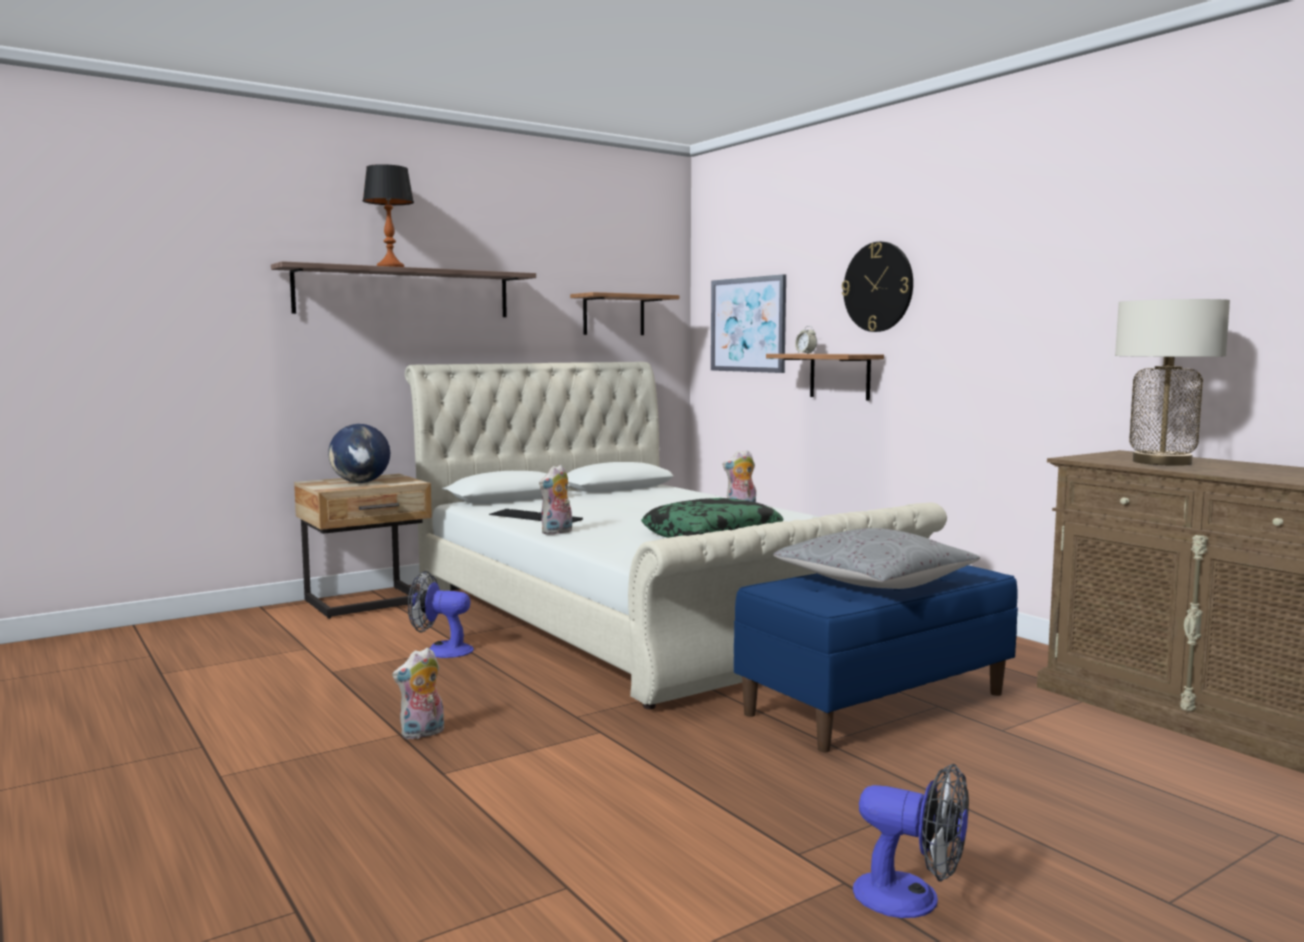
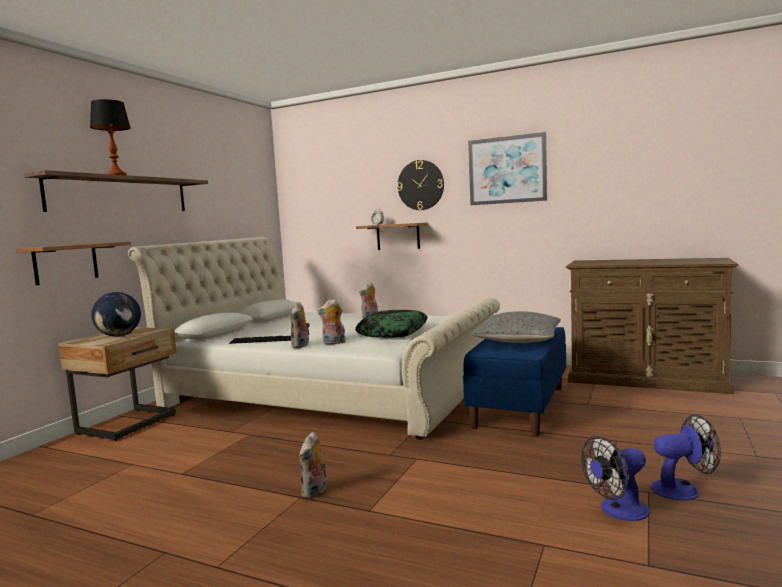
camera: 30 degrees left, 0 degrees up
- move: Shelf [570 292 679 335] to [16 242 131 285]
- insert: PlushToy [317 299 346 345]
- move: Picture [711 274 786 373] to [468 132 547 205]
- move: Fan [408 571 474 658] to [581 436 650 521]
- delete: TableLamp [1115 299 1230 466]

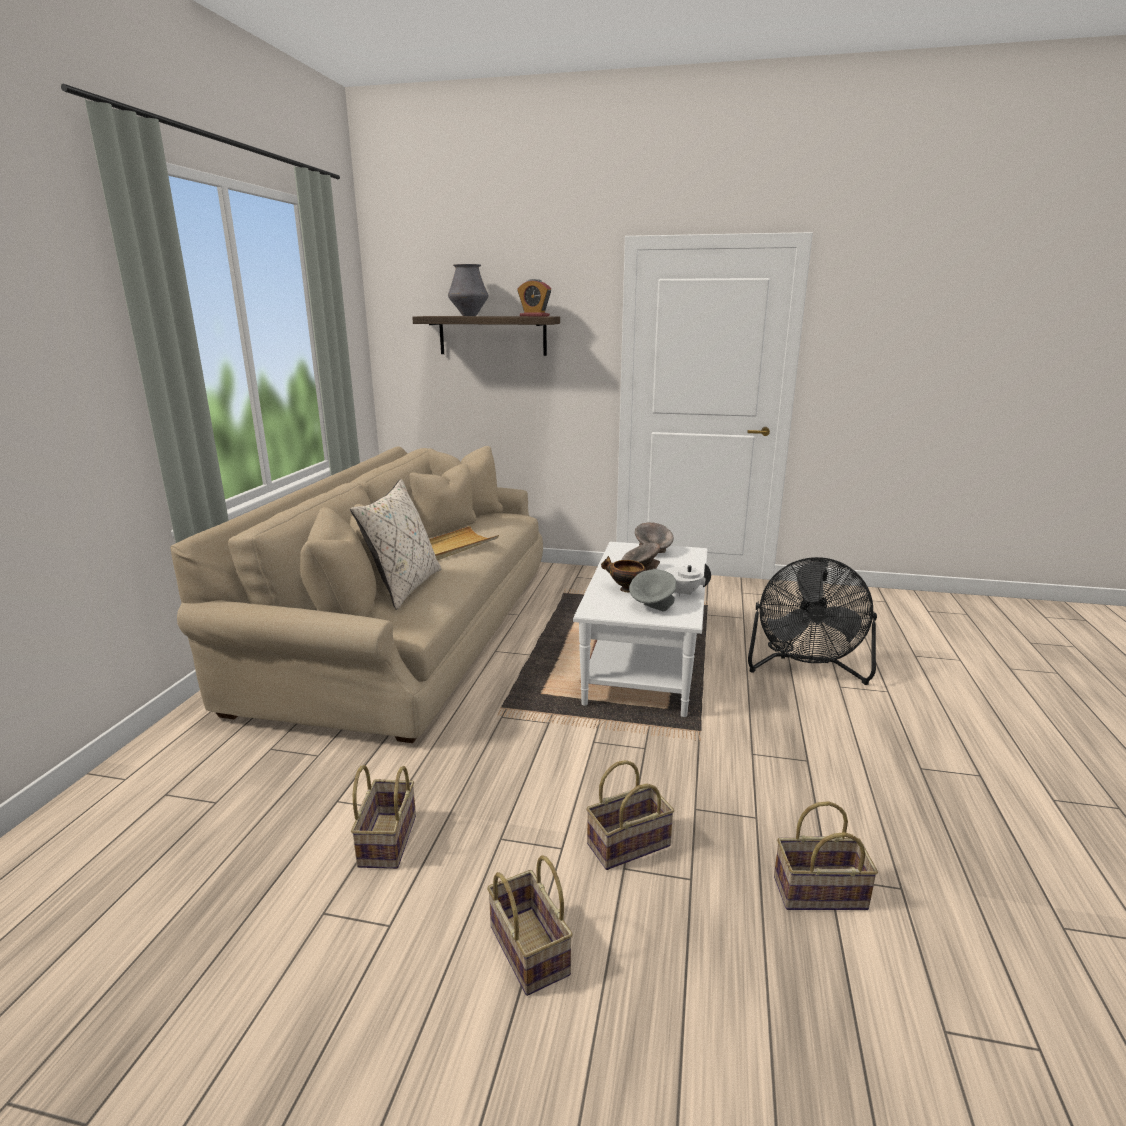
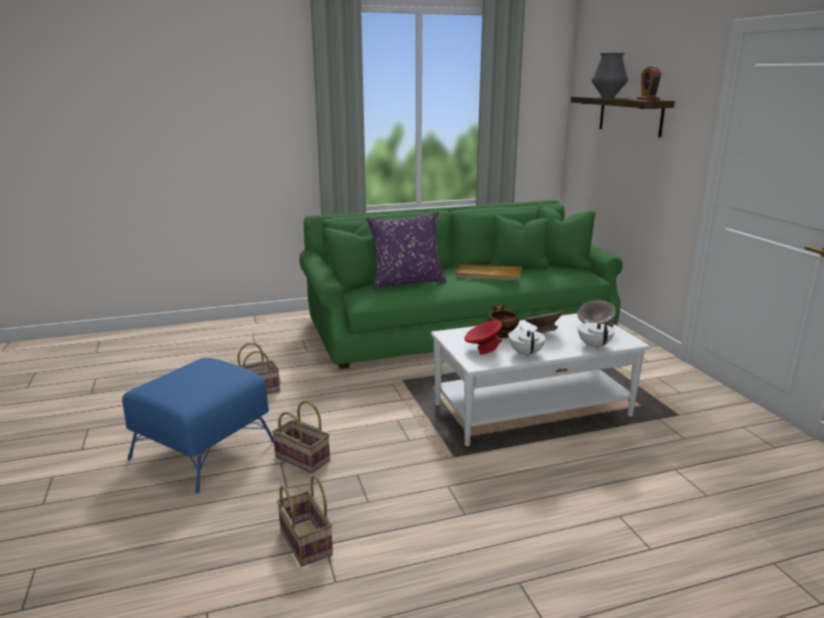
camera: 60 degrees right, 0 degrees up
- replace: Basket [487 855 573 996] to BlueOttoman [122 358 274 493]
- recolor: BeigeSofa [170 446 543 743] to GreenSofa [299 200 623 369]
- recolor: BeigePillow [350 479 441 610] to PurplePillow [366 211 446 289]
- recolor: GreyBowl [629 569 677 611] to RedBowl [465 320 502 354]
- insert: WhiteTeapot [578 319 615 350]
- delete: BlackFan [748 557 877 685]

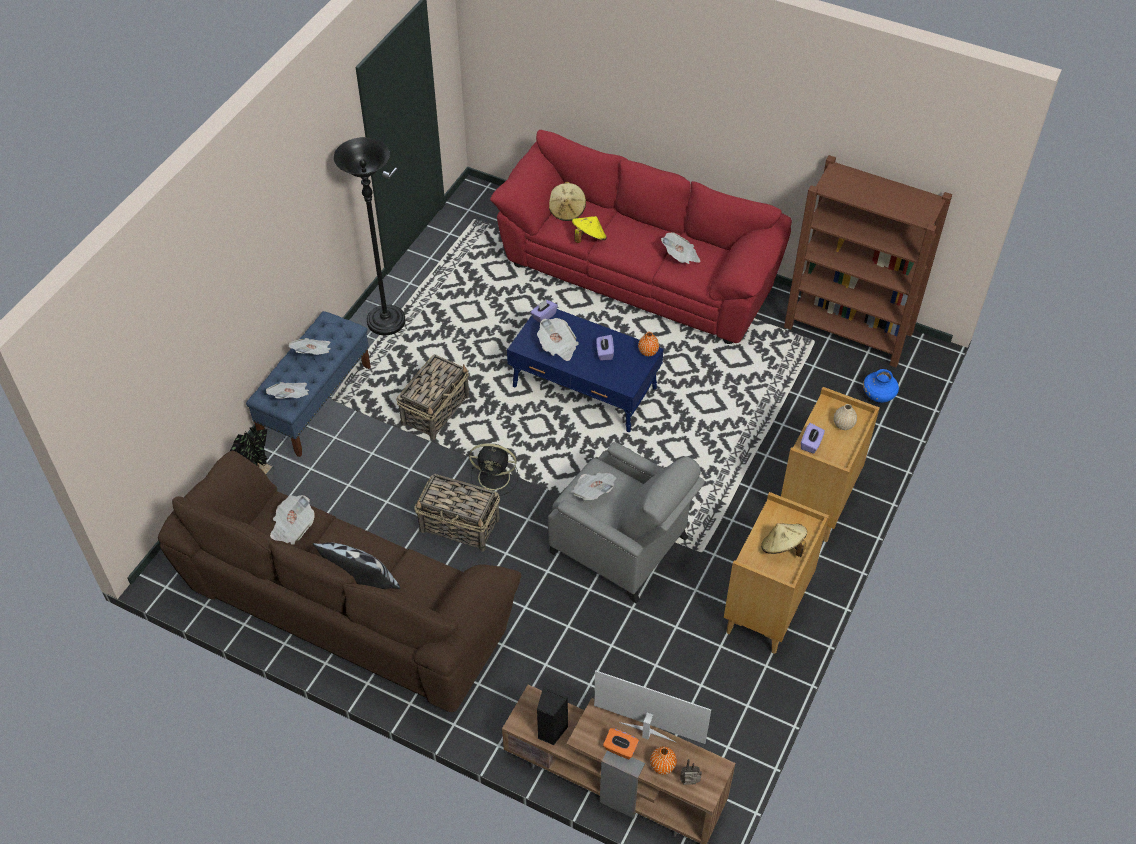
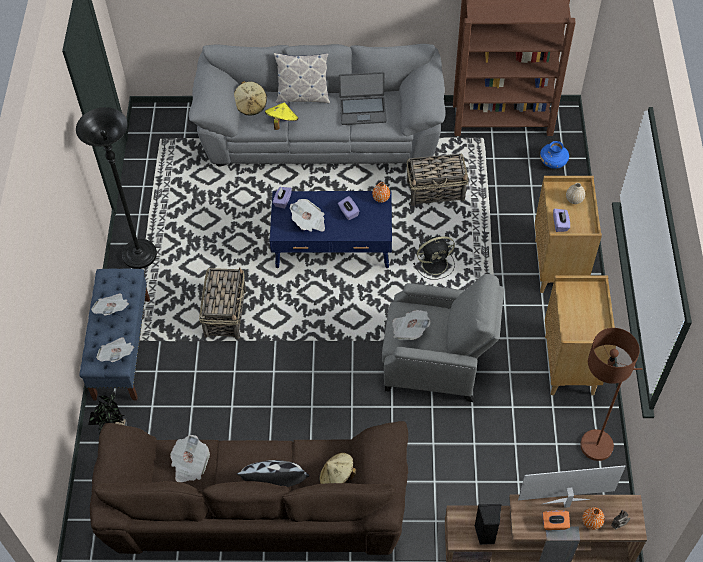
camera: 25 degrees left, 5 degrees up
- recolor: RedSofa [490 130 792 344] to GreySofa [189 44 446 167]
- insert: Pillow [274 53 330 103]
- move: BeigeHat [761 523 807 557] to [319 452 356 484]
- replace: Newspaper [661 232 701 264] to Laptop [339 72 387 125]
- move: Basket [414 474 500 552] to [407 153 469 206]
- move: BlackFan [469 444 518 496] to [413 236 455 279]
- insert: BrownFloorLamp [580 328 642 461]

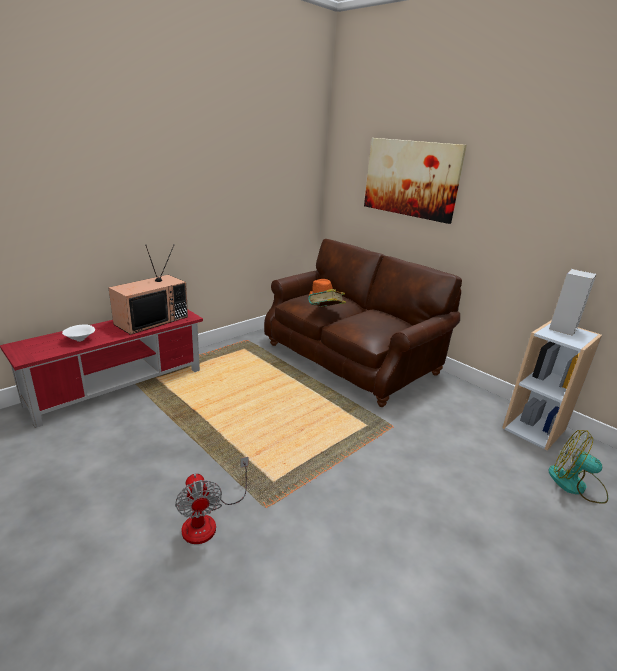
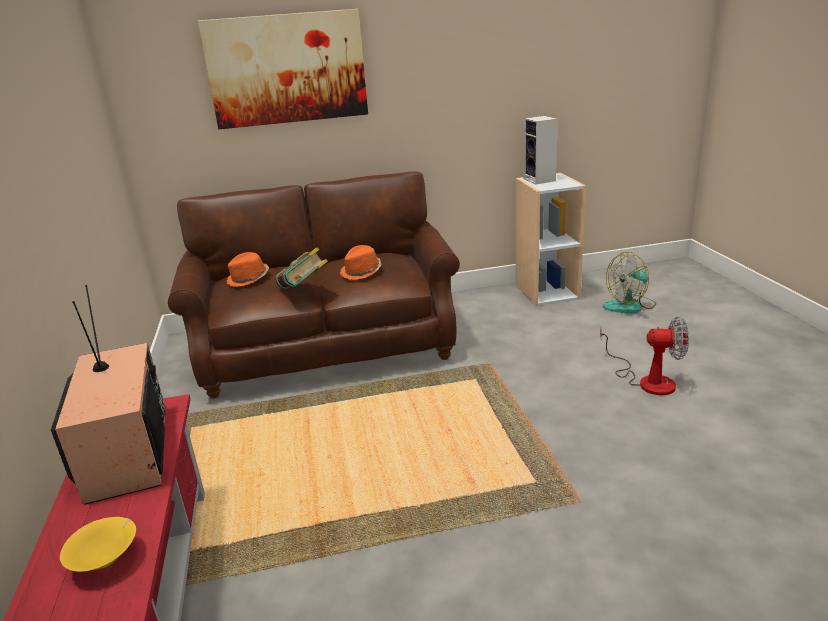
camera: 55 degrees left, 0 degrees up
- recolor: WhiteBowl [62 325 95 342] to YellowBowl [60 517 136 572]
- insert: OrangeHat [340 245 381 280]
- move: Fan [175 457 248 544] to [600 317 689 395]

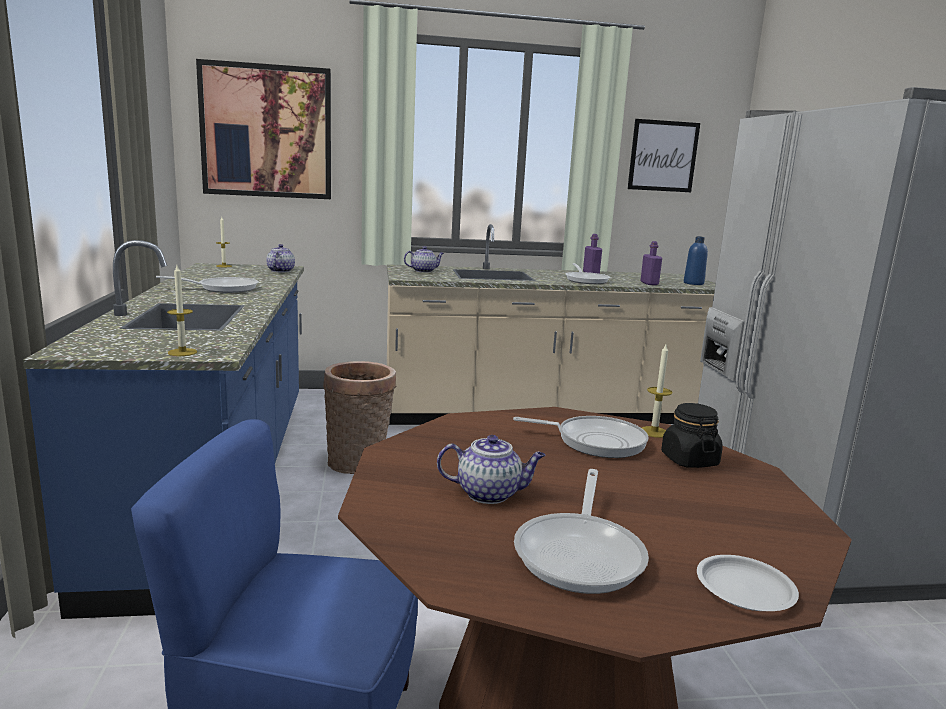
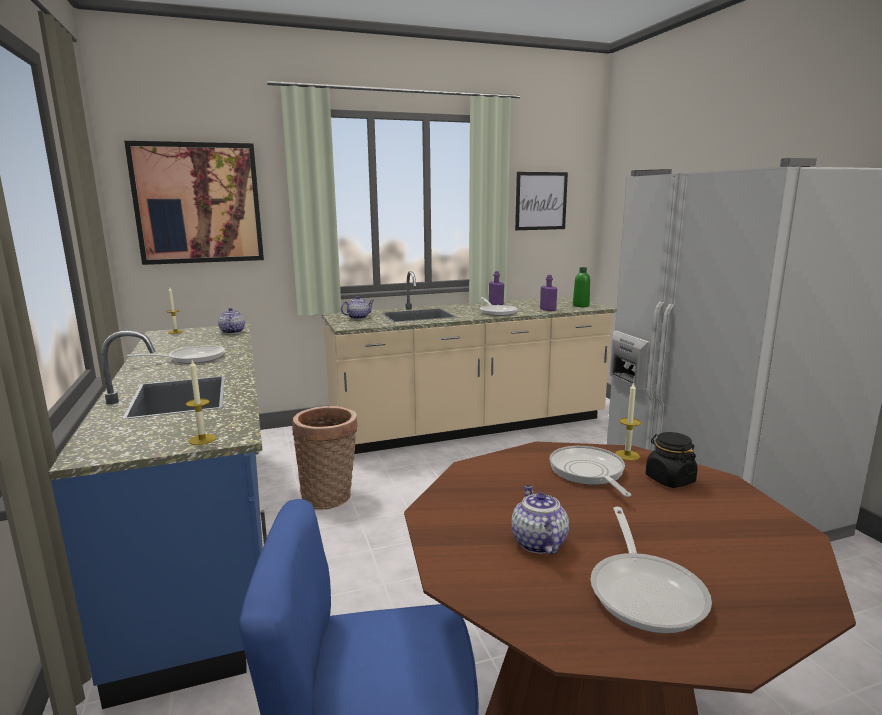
camera: 10 degrees left, 0 degrees up
- rotate: Teapot [437 435 546 504] = [511 485 569 554] 90 degrees counterclockwise
- rotate: FryingPan [513 416 649 458] = [550 446 631 497] 105 degrees counterclockwise
- recolor: BlueBottle [684 236 708 285] to GreenBottle [573 267 590 307]
- delete: WhitePlate [697 555 799 611]

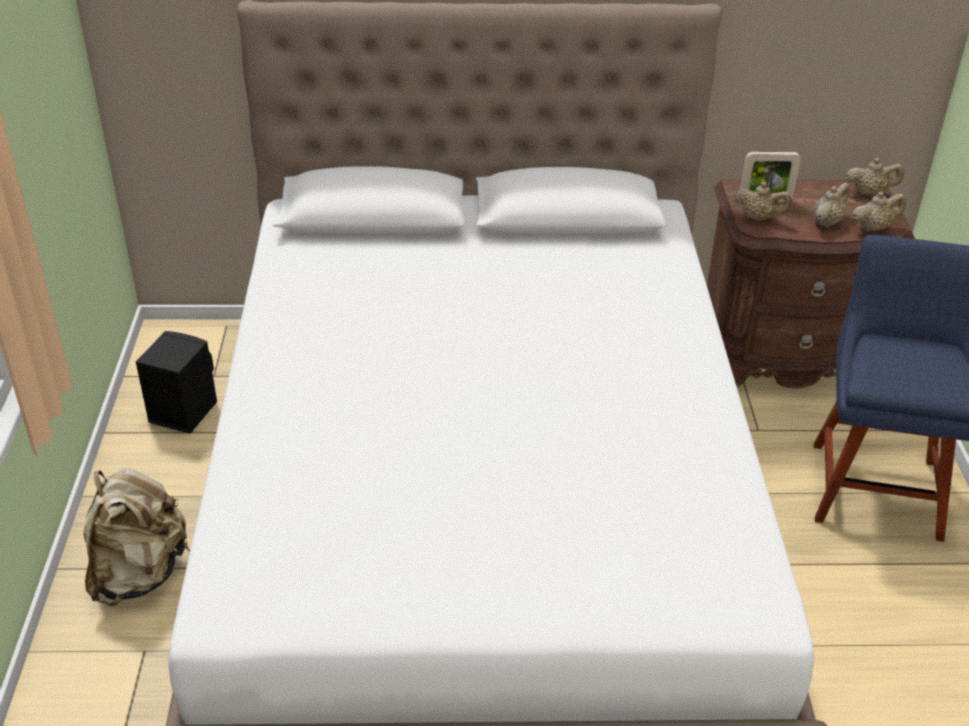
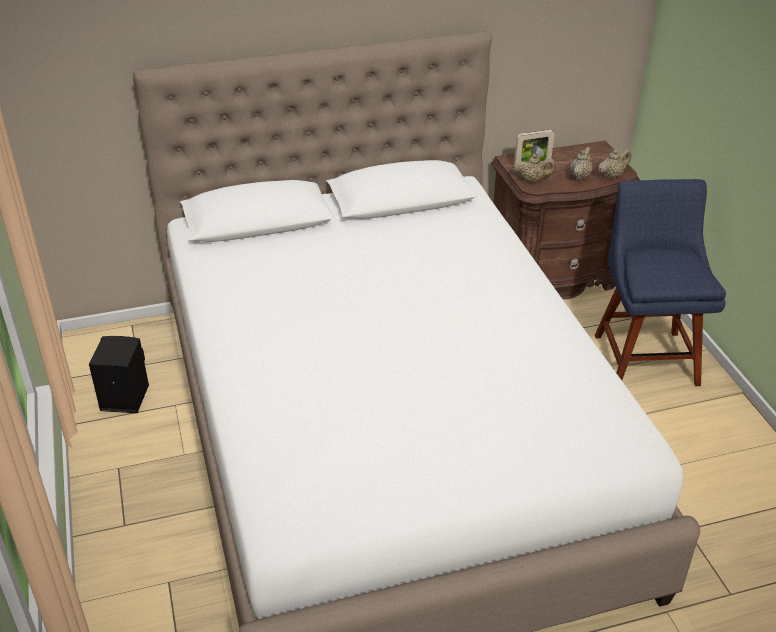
camera: 15 degrees left, 0 degrees up
- delete: BeigeBackpack [83 468 190 606]
- delete: BeigeTeapot [846 158 904 196]

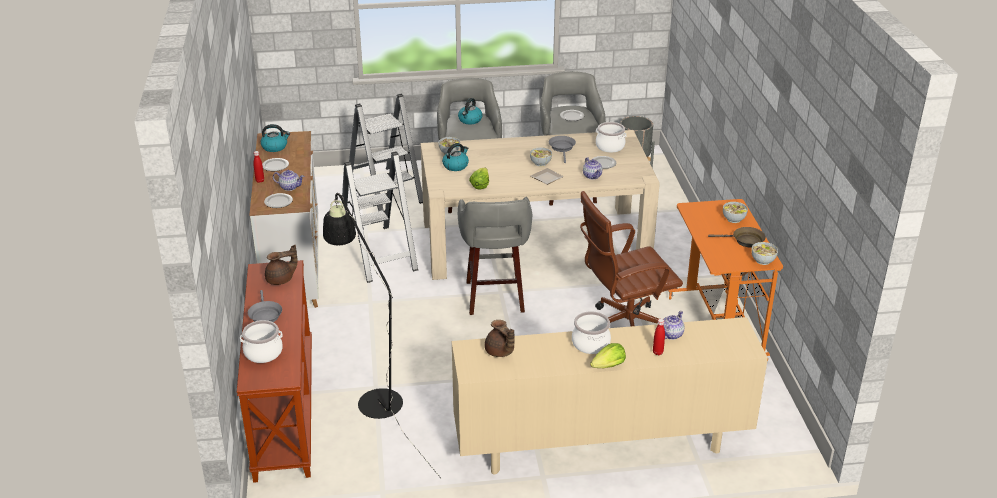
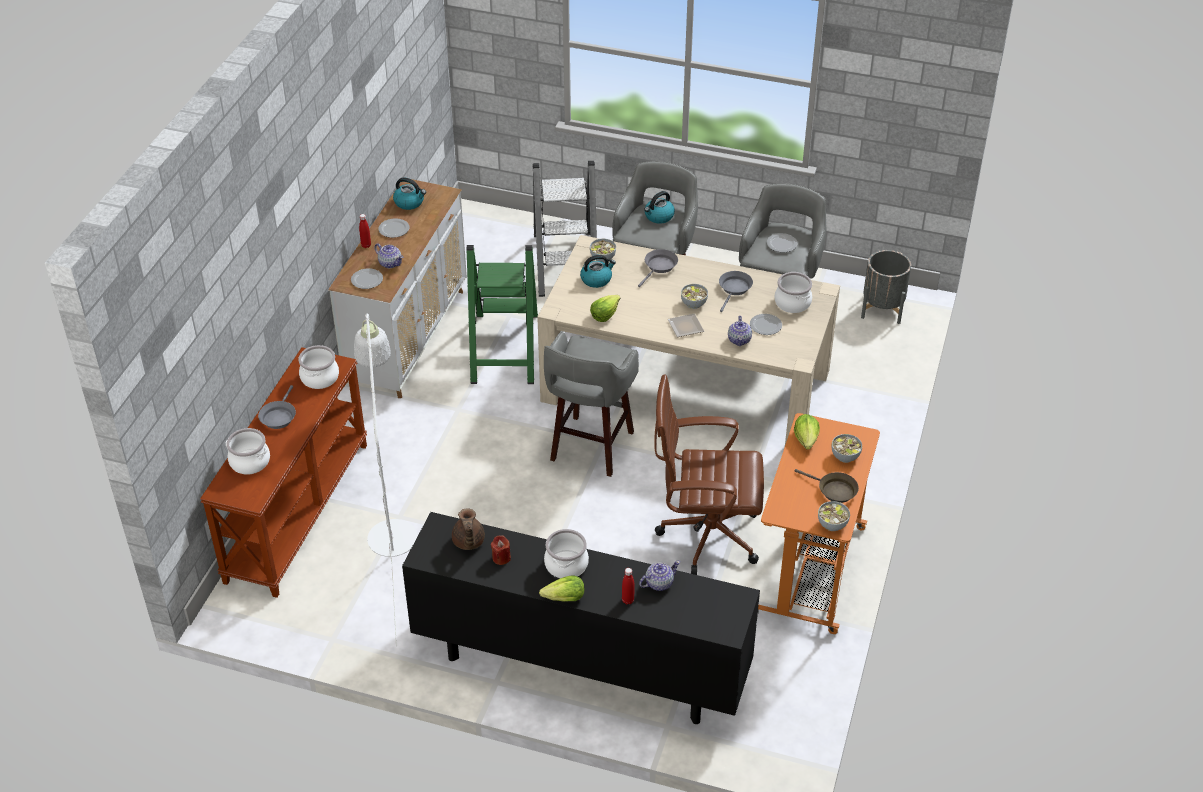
camera: 25 degrees right, 10 degrees up
- replace: BrownTeapot [265 245 298 285] to CookingPot [298 345 339 389]
- recolor: BlackFloorLamp [323 193 442 479] to WhiteFloorLamp [354 314 417 646]
- recolor: BeigeCabinet [452 317 768 474] to BlackCabinet [402 512 760 724]
- recolor: GreyStepLadder [342 151 418 283] to GreenStepLadder [466 245 538 384]
- insert: RedCandle [491 535 511 565]
- insert: GreyFryingPan [638 249 678 287]
- insert: Lettuce [794 414 820 450]

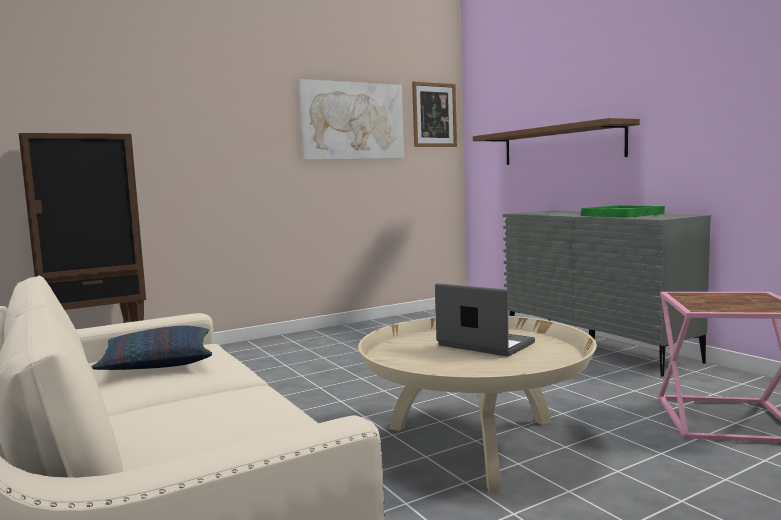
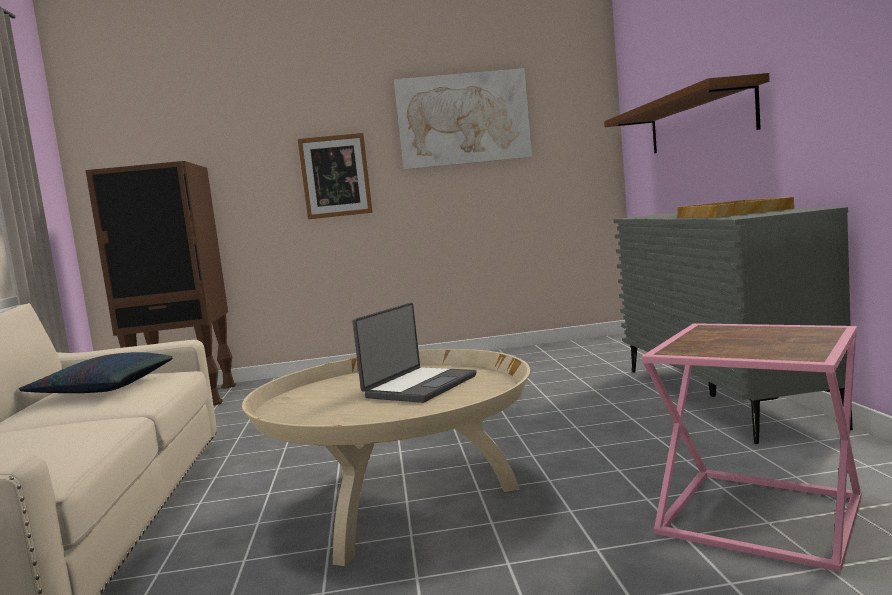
camera: 25 degrees right, 0 degrees up
- move: Picture [412 81 457 147] to [298 133 373 219]
- rotate: Laptop [435 283 535 356] = [353 303 476 403] 60 degrees clockwise
- recolor: GreenTray [581 205 665 218] to BeigeTray [677 197 794 218]

